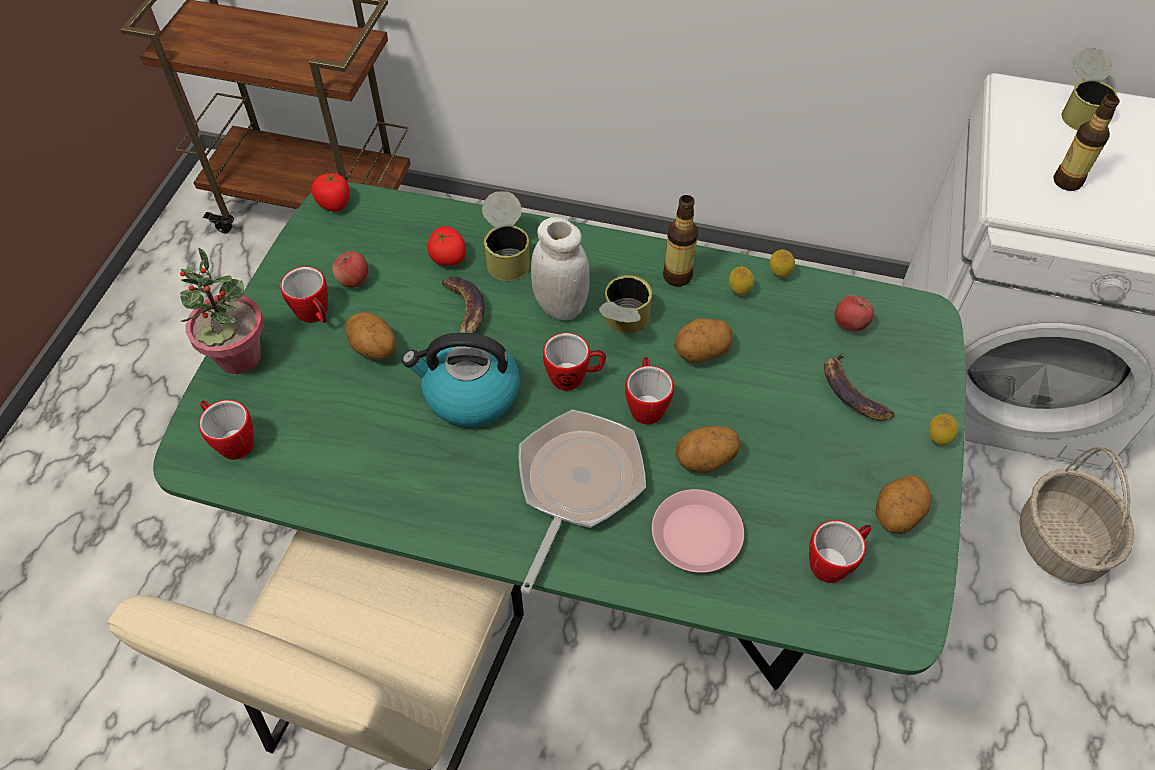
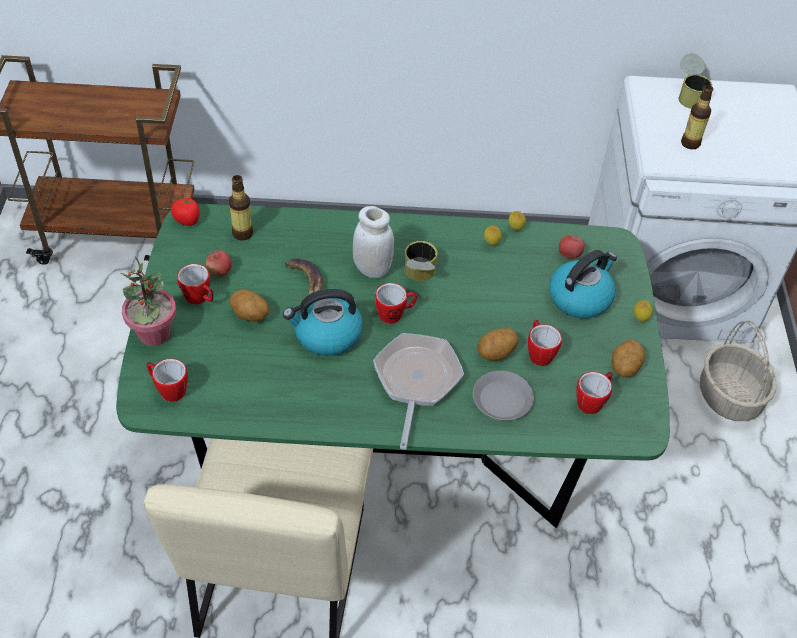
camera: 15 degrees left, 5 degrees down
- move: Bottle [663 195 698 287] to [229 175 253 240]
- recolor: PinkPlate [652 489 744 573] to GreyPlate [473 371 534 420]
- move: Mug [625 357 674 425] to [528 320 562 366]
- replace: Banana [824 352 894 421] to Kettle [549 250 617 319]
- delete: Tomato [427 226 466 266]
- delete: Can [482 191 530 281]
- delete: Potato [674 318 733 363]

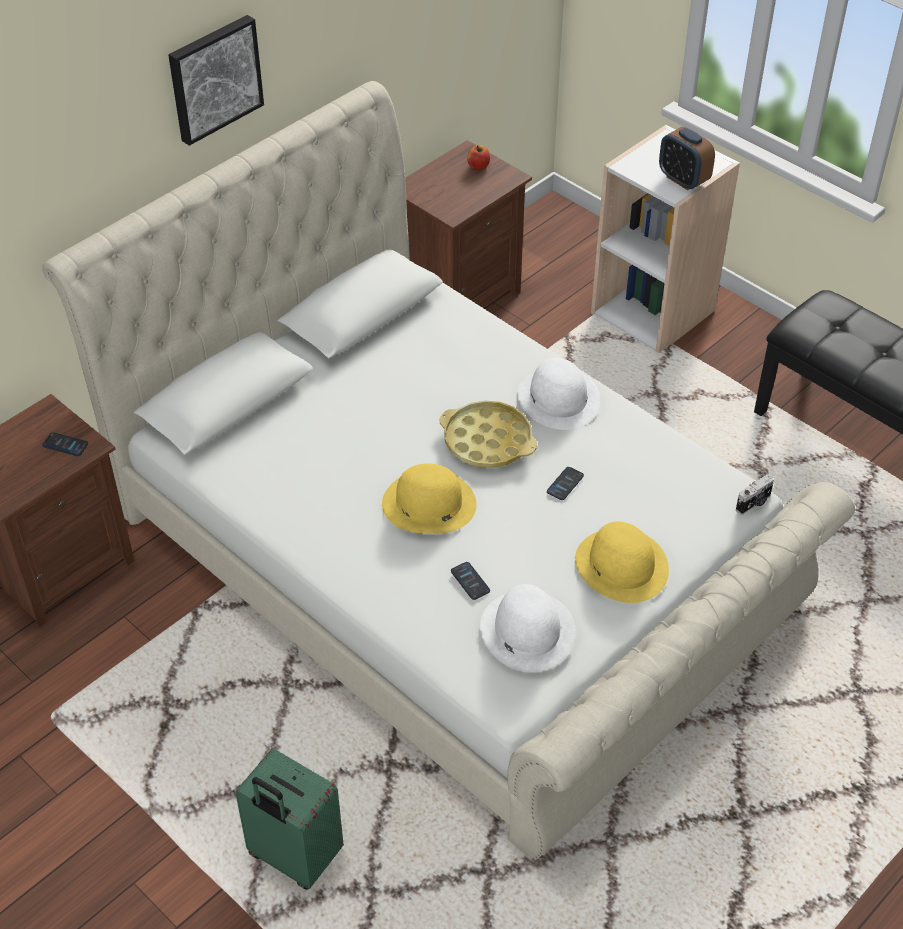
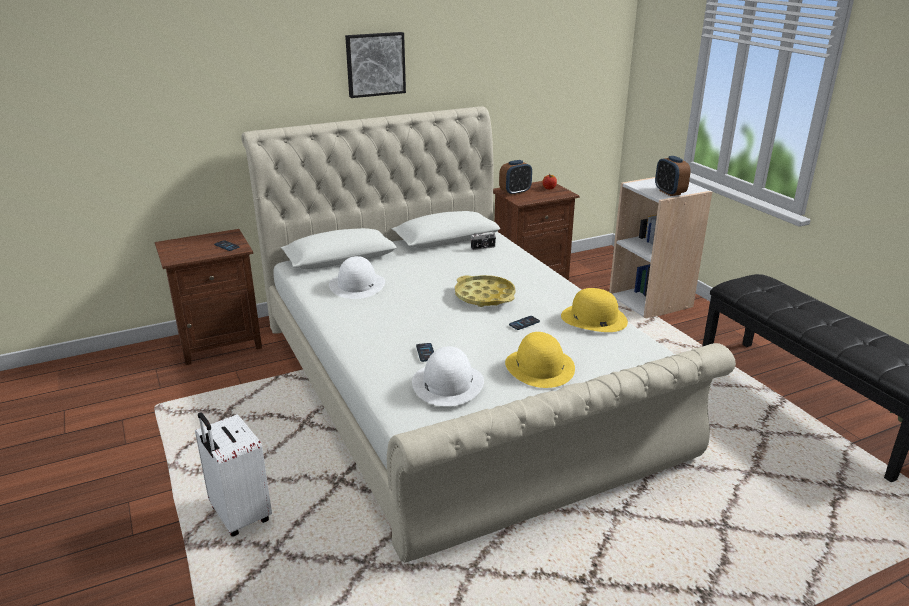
camera: 20 degrees right, 20 degrees down
- recolor: GreenSuitcase [235 748 344 890] to WhiteSuitcase [195 412 272 537]
- move: WhiteHat [517 357 600 430] to [329 256 385 299]
- move: PhotoCamera [736 474 774 515] to [471 232 496 250]
- insert: AlarmClock [499 160 532 196]
- move: YellowHat [382 463 477 534] to [561 288 628 332]

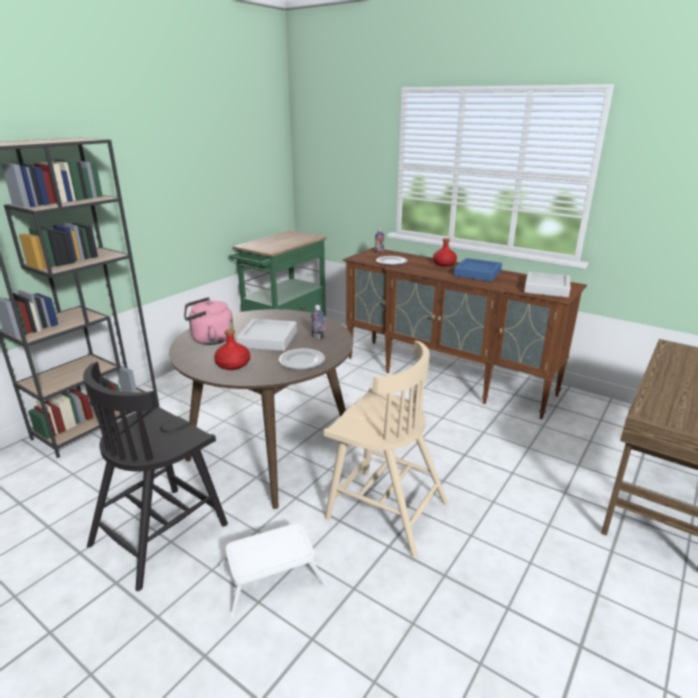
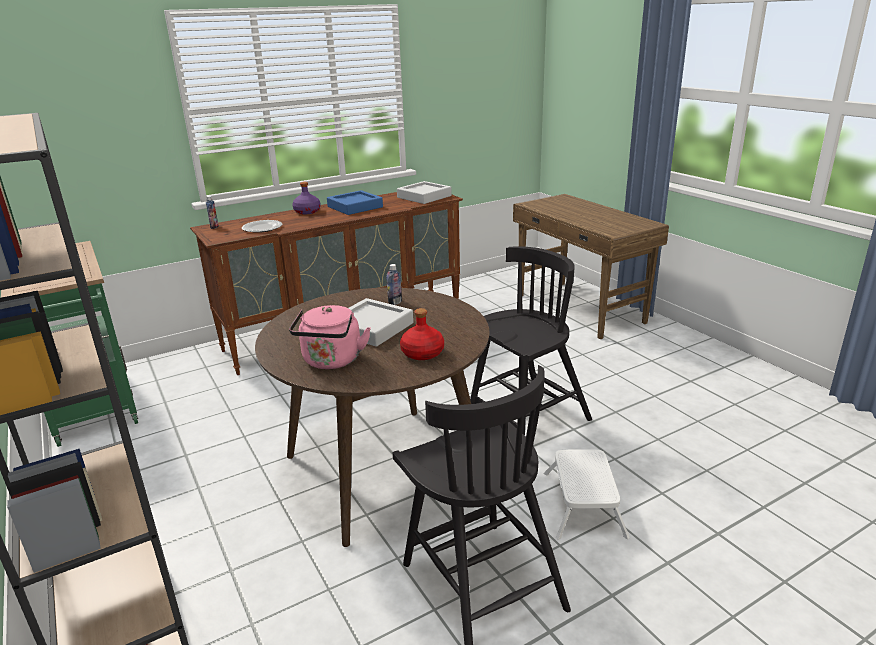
camera: 65 degrees left, 0 degrees up
- recolor: RedBottle [433 238 457 267] to PurpleBottle [292 182 321 214]
- recolor: BeigeChair [324 340 449 558] to BlackChair [470 246 592 435]
- delete: Plate [279 348 325 370]

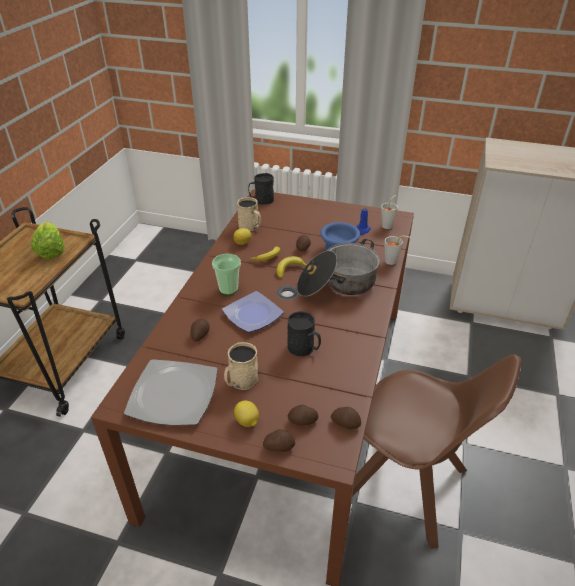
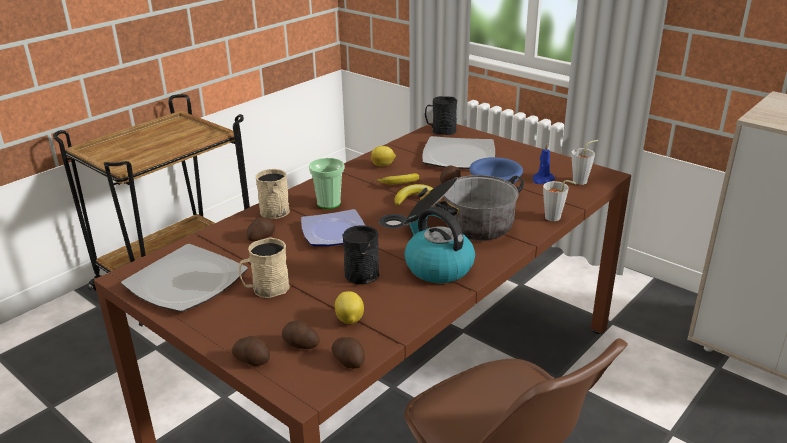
camera: 25 degrees right, 10 degrees down
- move: BeigeMug [237 197 261 231] to [255 169 290 219]
- move: Lemon [234 400 259 427] to [335 291 364 324]
- insert: Kettle [405 206 475 283]
- insert: Plate [422 136 495 169]
- delete: Lettuce [31 222 65 259]

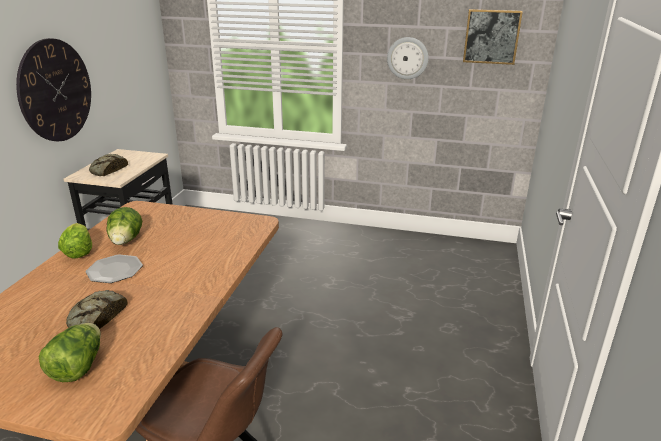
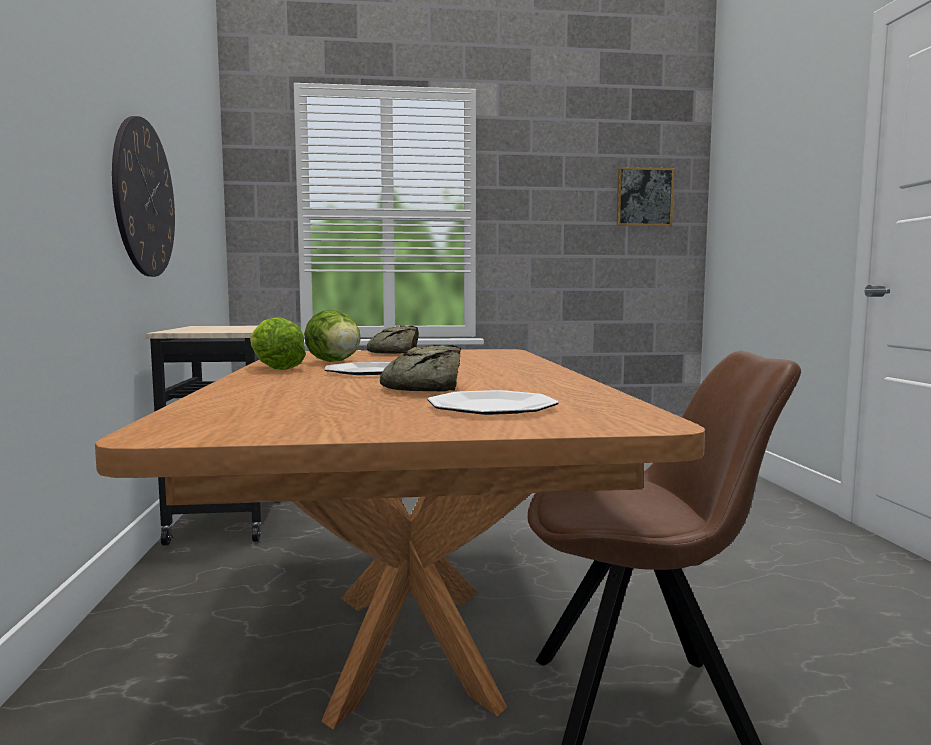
camera: 20 degrees left, 20 degrees down
- move: Bread [89 154 128 176] to [367 326 419 354]
- replace: Lettuce [39 323 101 382] to Plate [427 390 559 415]
- delete: WallClock [387 37 428 79]

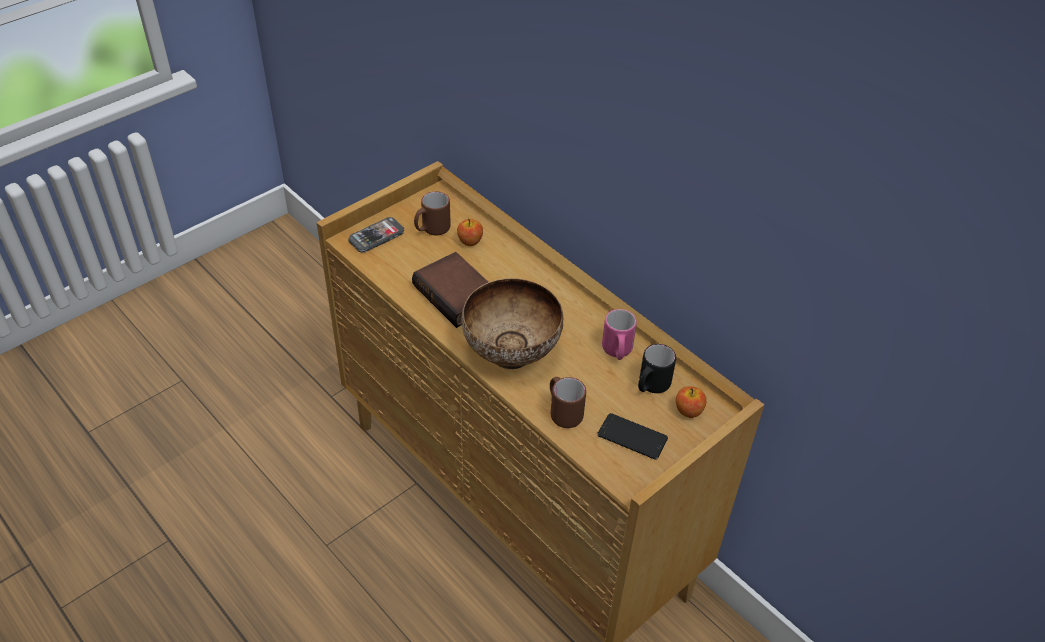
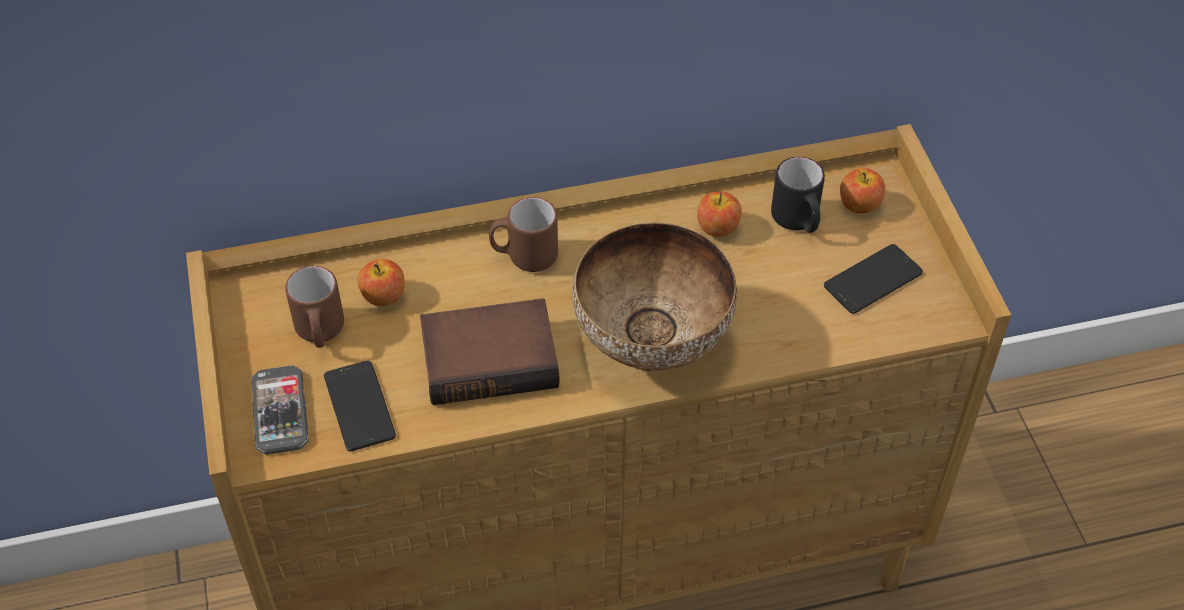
camera: 60 degrees left, 5 degrees up
- insert: Phone [324 360 396 451]
- move: BrownMug [550 377 586 428] to [489 197 558 272]
- replace: PinkMug [602 309 637 360] to Apple [697 191 742 237]

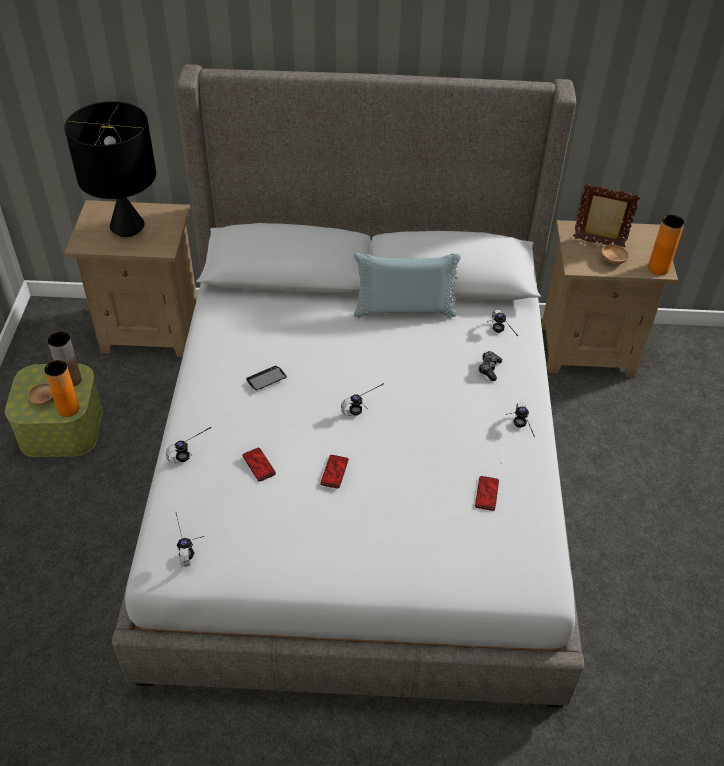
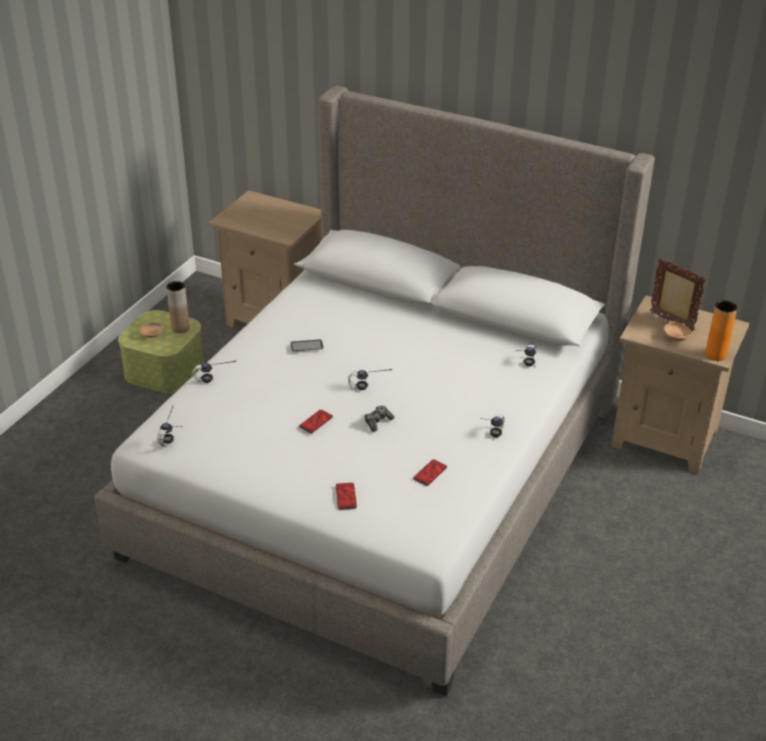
camera: 25 degrees right, 10 degrees down
- move: Phone [242 448 276 482] to [336 483 357 510]
- move: GameController [479 351 502 381] to [364 406 394 432]
- delete: OrangeVase [44 360 79 417]
- delete: BlackTableLamp [64 101 156 237]
- delete: BluePillow [354 253 461 319]

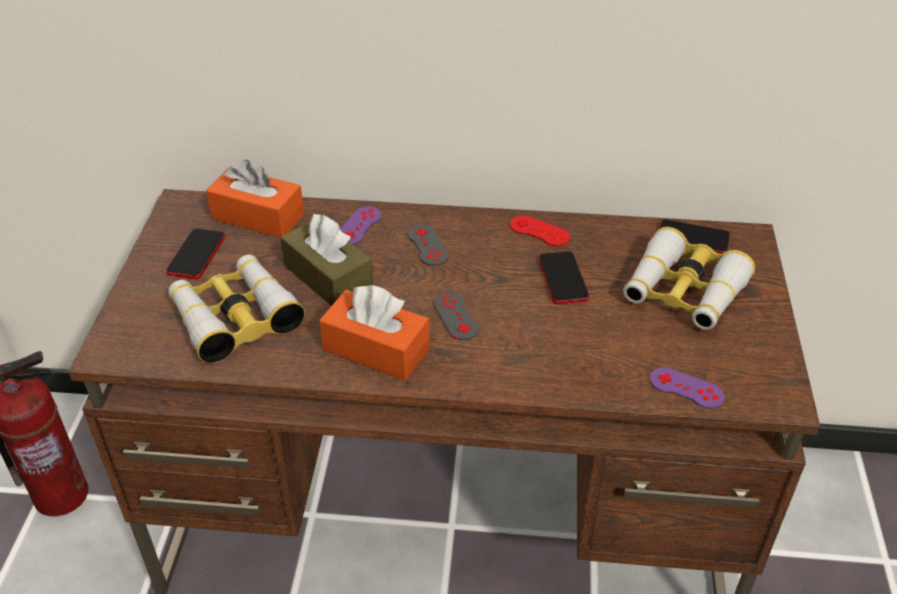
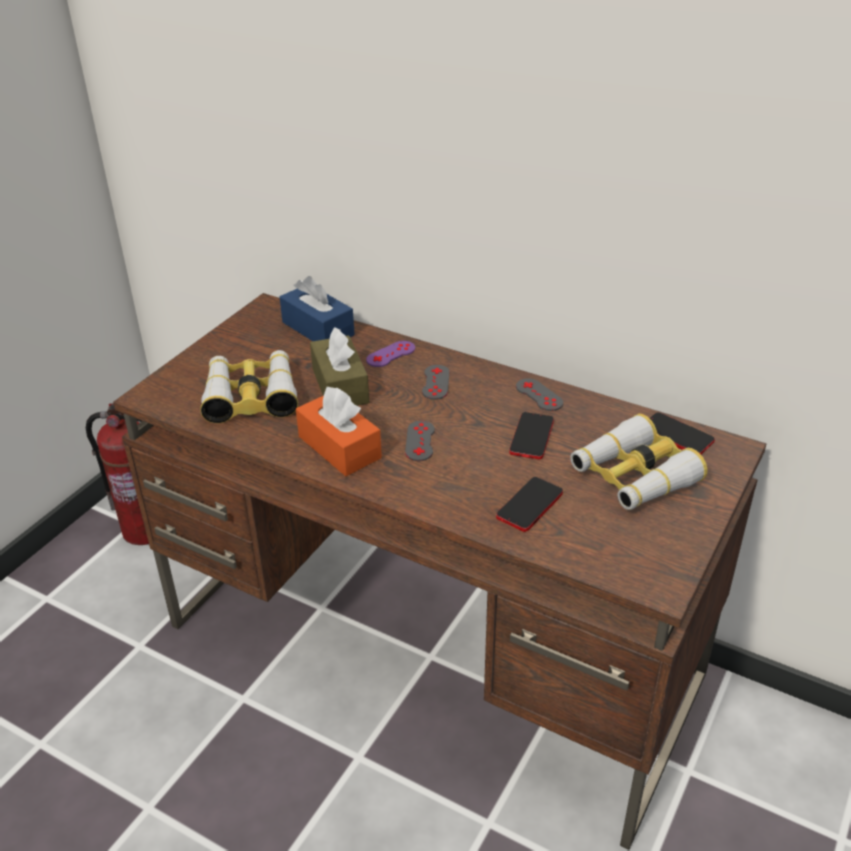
camera: 25 degrees right, 5 degrees down
- recolor: OrangeTissueBox [206 160 304 238] to BlueTissueBox [280 276 355 341]
- move: Phone [166 228 225 280] to [496 477 563 532]
- recolor: RedGameController [510 216 570 246] to GreyGameController [516 378 563 411]
- delete: PurpleGameController [649 367 725 409]

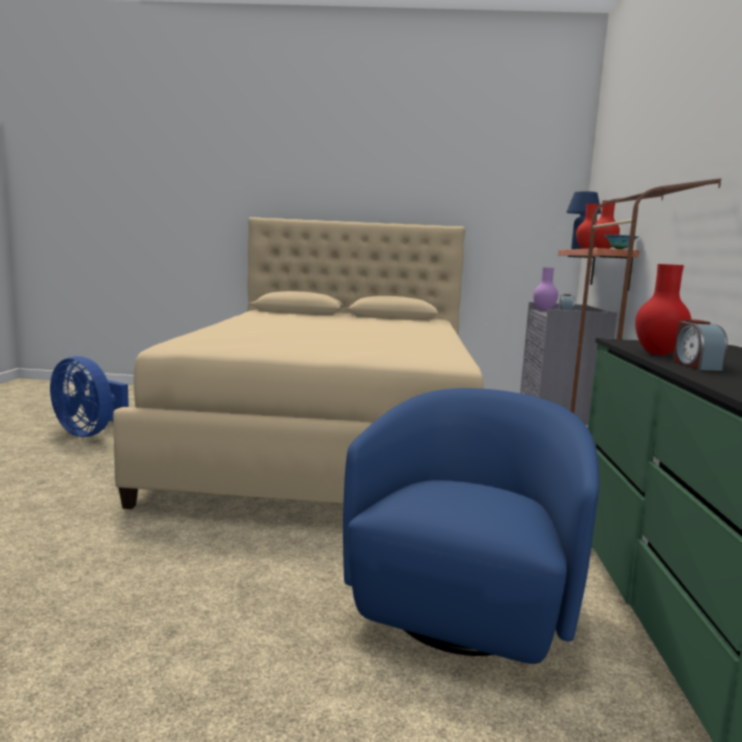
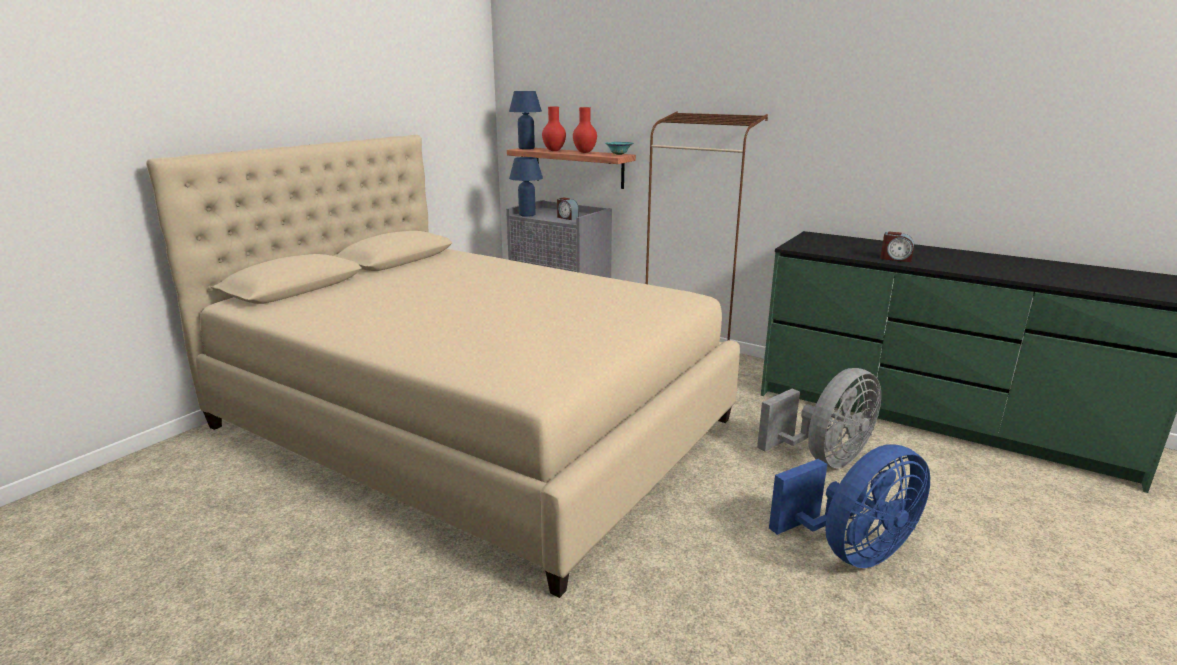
camera: 60 degrees left, 10 degrees up
- replace: PurpleVase [533 267 558 311] to BlueTableLamp [509 157 543 217]
- replace: BlueArmchair [343 388 599 664] to GreyFan [757 368 881 468]
- move: BlueFan [50 356 129 437] to [769 444 930 568]
- delete: RedVase [635 264 691 355]

